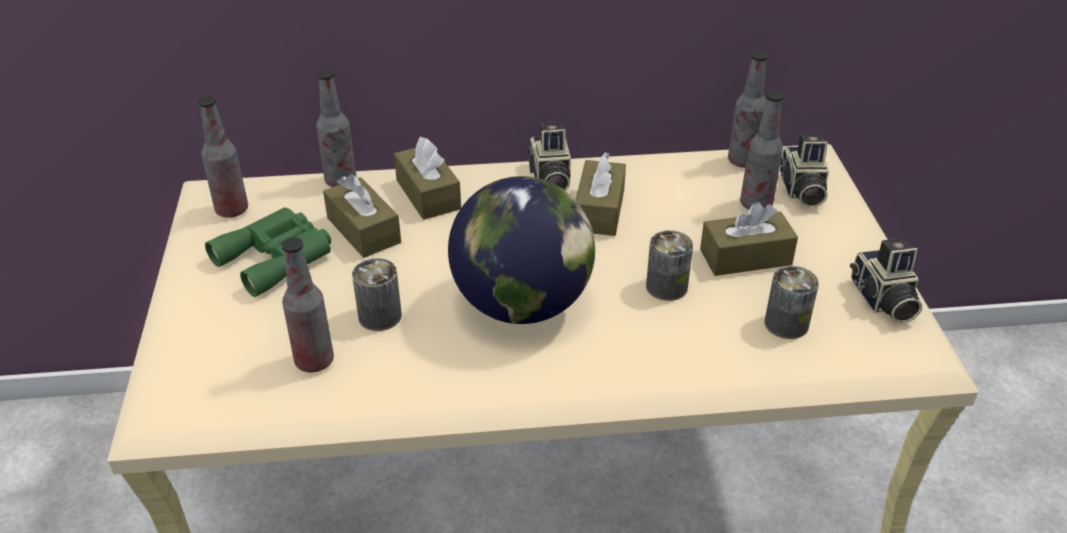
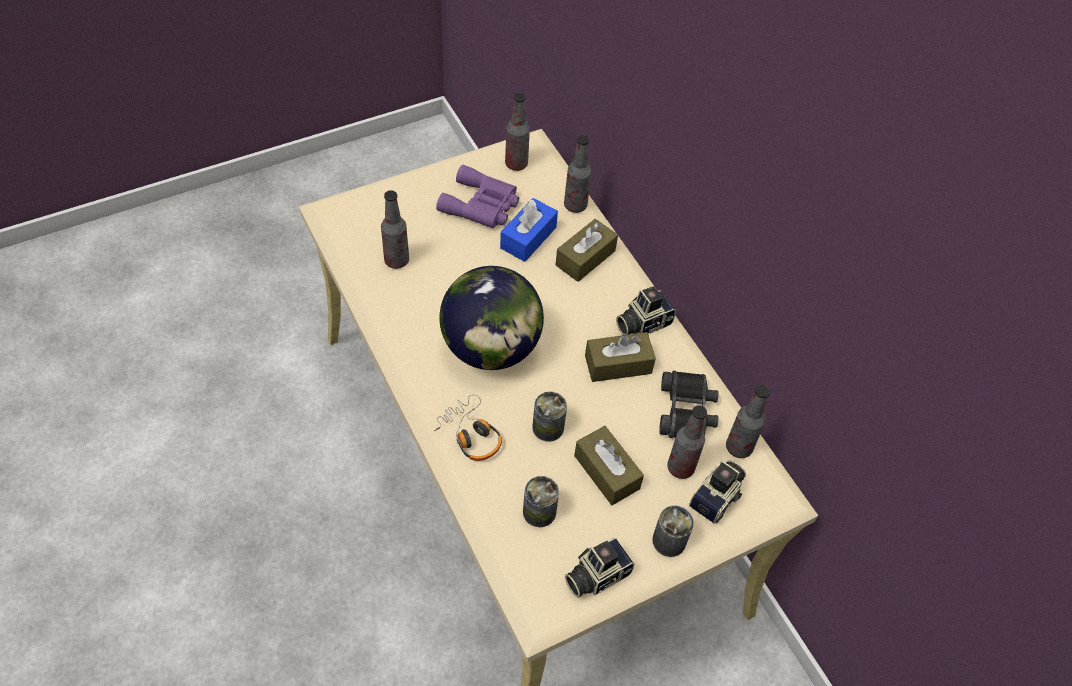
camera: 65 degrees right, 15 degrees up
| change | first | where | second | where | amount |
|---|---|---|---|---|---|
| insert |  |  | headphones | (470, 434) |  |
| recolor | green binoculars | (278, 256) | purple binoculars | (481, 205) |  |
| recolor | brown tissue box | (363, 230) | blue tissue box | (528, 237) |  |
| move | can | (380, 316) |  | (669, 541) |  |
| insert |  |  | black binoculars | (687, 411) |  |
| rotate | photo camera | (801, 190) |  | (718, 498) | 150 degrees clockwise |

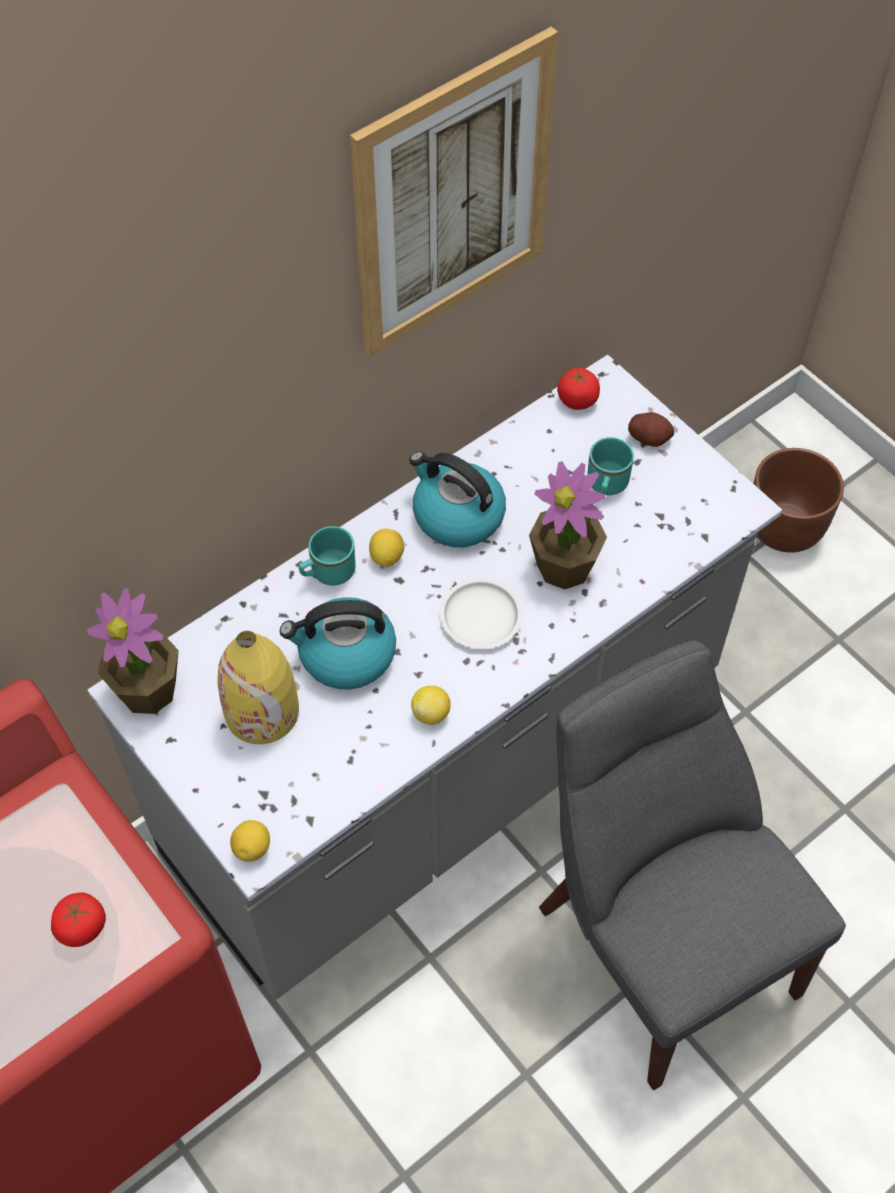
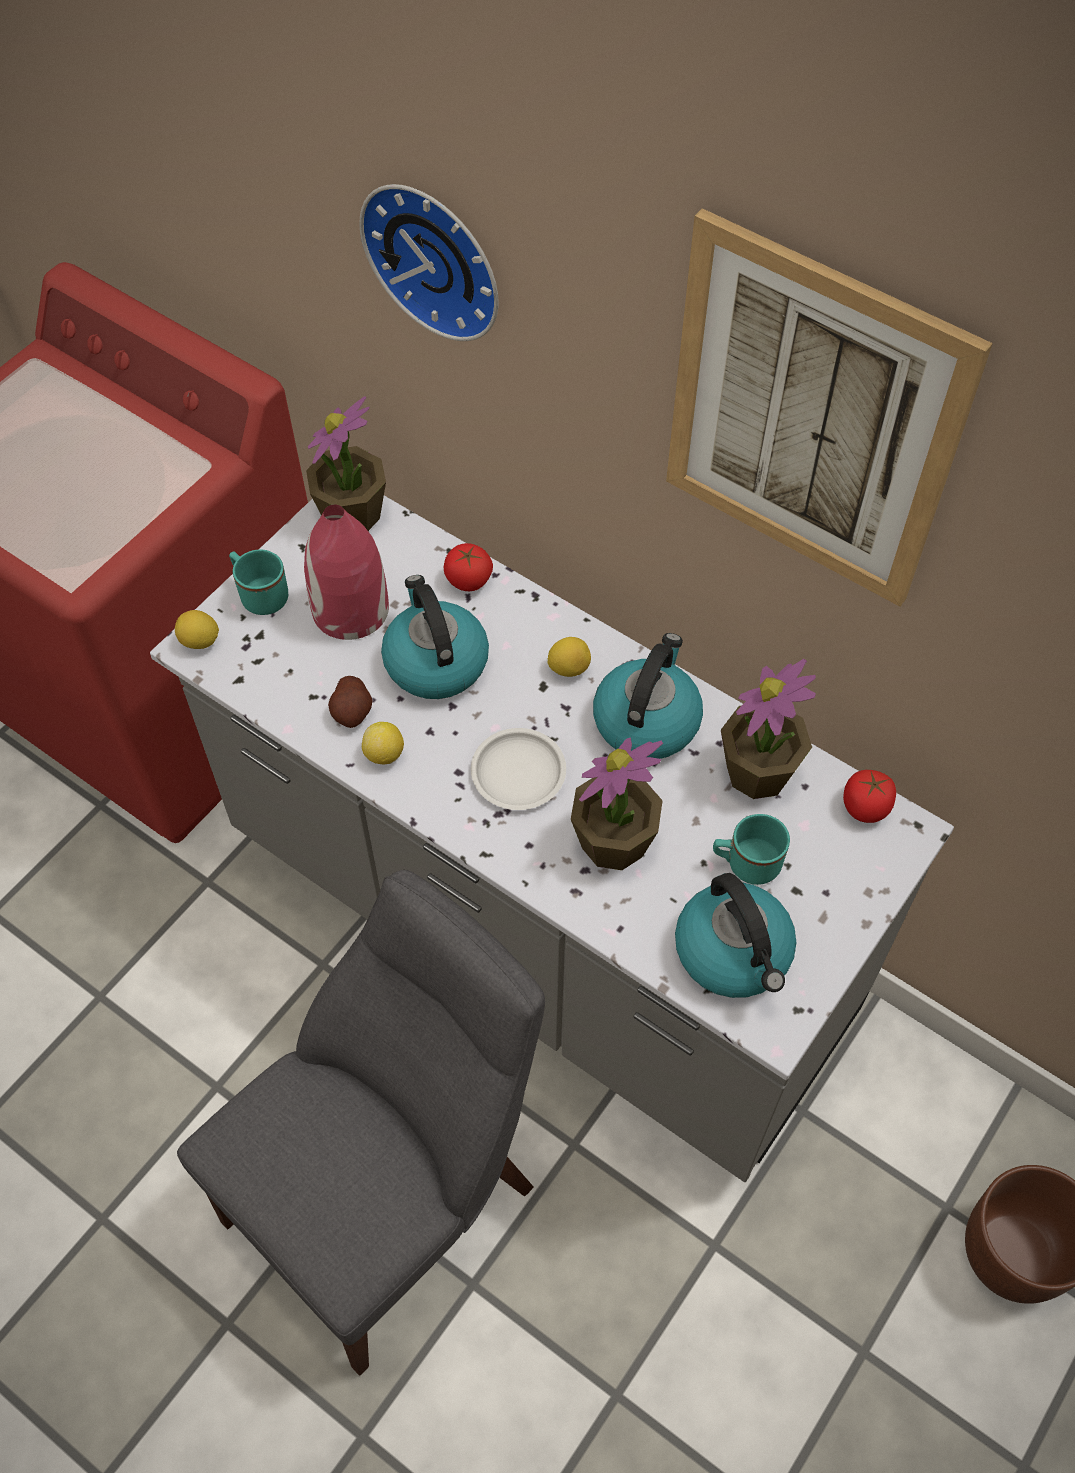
camera: 75 degrees right, 0 degrees up
| change | first | where | second | where | amount |
|---|---|---|---|---|---|
| move | turquoise mug | (327, 573) |  | (260, 594) |  |
| recolor | yellow vase | (262, 712) | red vase | (350, 610) |  |
| move | potato | (649, 437) |  | (352, 711) |  |
| insert |  |  | wall clock | (437, 256) |  |
| move | tomato | (82, 927) |  | (468, 580) |  |
| insert |  |  | kettle | (734, 953) |  |
| insert |  |  | potted plant | (758, 772) |  |

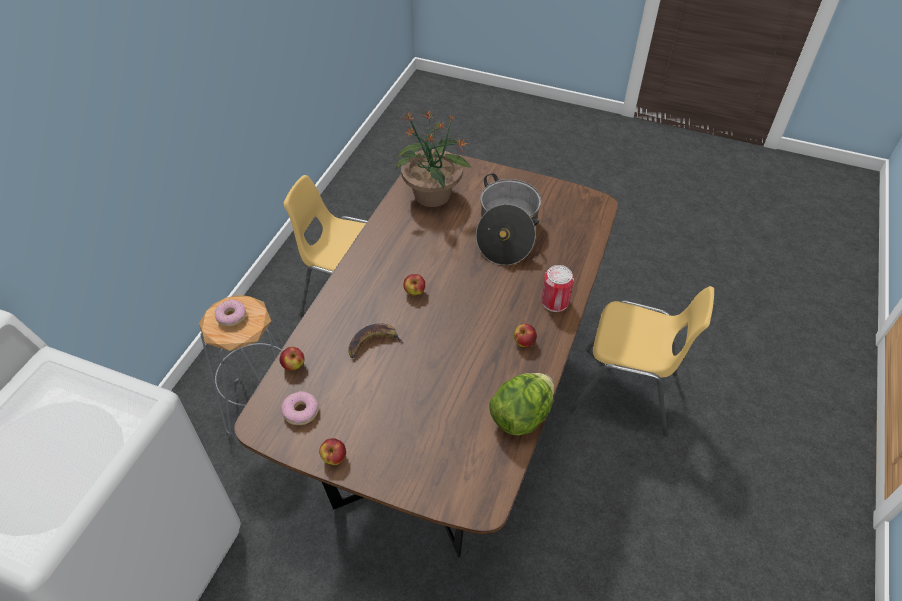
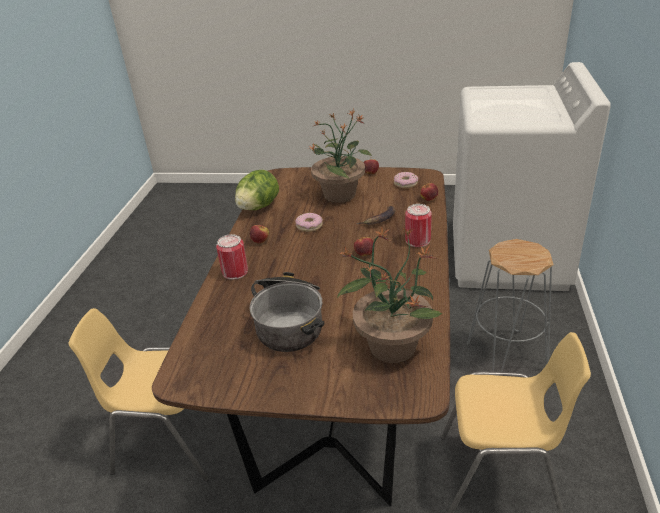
camera: 170 degrees right, 15 degrees down
| change | first | where | second | where | amount |
|---|---|---|---|---|---|
| move | donut | (231, 316) |  | (309, 226) |  |
| insert |  |  | potted plant | (340, 194) |  |
| insert |  |  | can | (417, 240) |  |

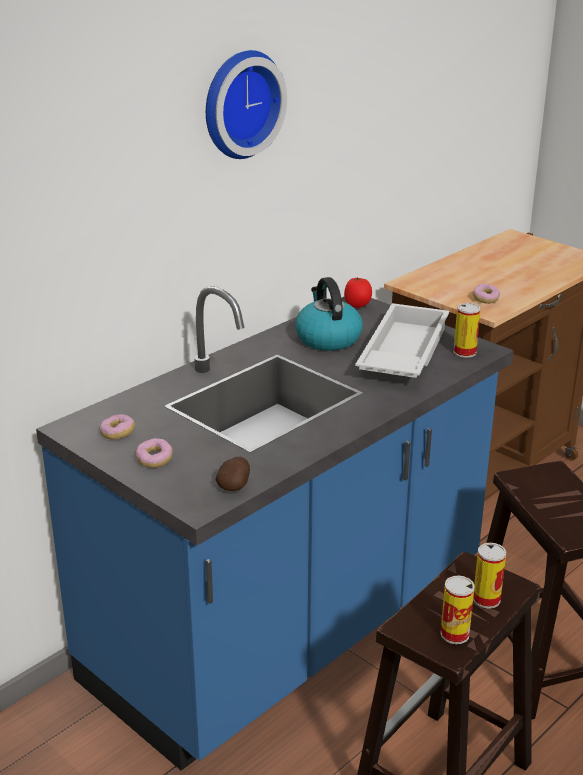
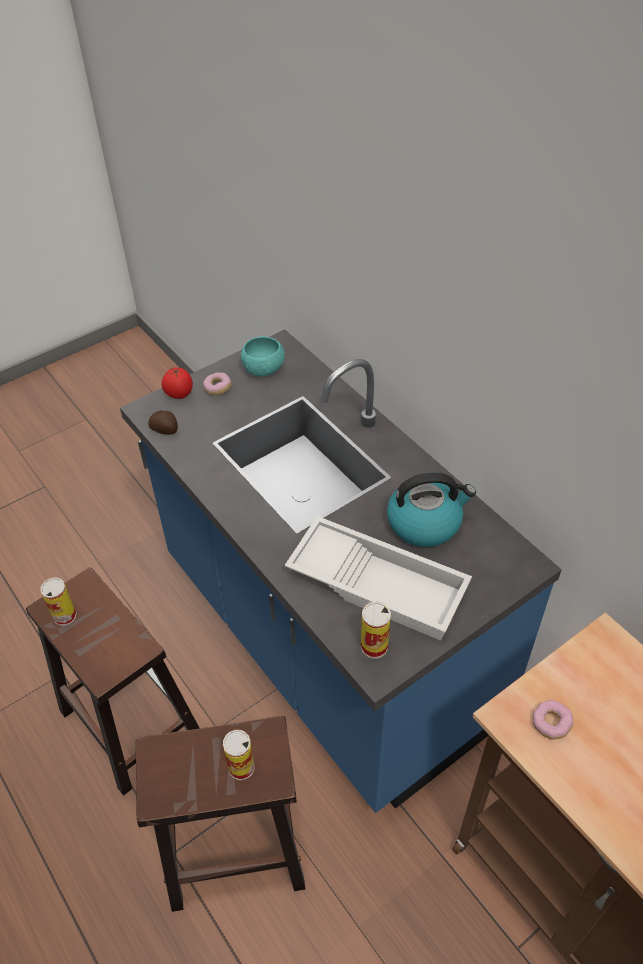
camera: 100 degrees right, 20 degrees up
| change | first | where | second | where | amount |
|---|---|---|---|---|---|
| move | tomato | (357, 306) |  | (179, 394) |  |
| move | can | (486, 599) |  | (241, 767) |  |
| replace | donut | (117, 434) | turquoise bowl | (263, 370) |  |
| delete | wall clock | (239, 103) |  |  |  |

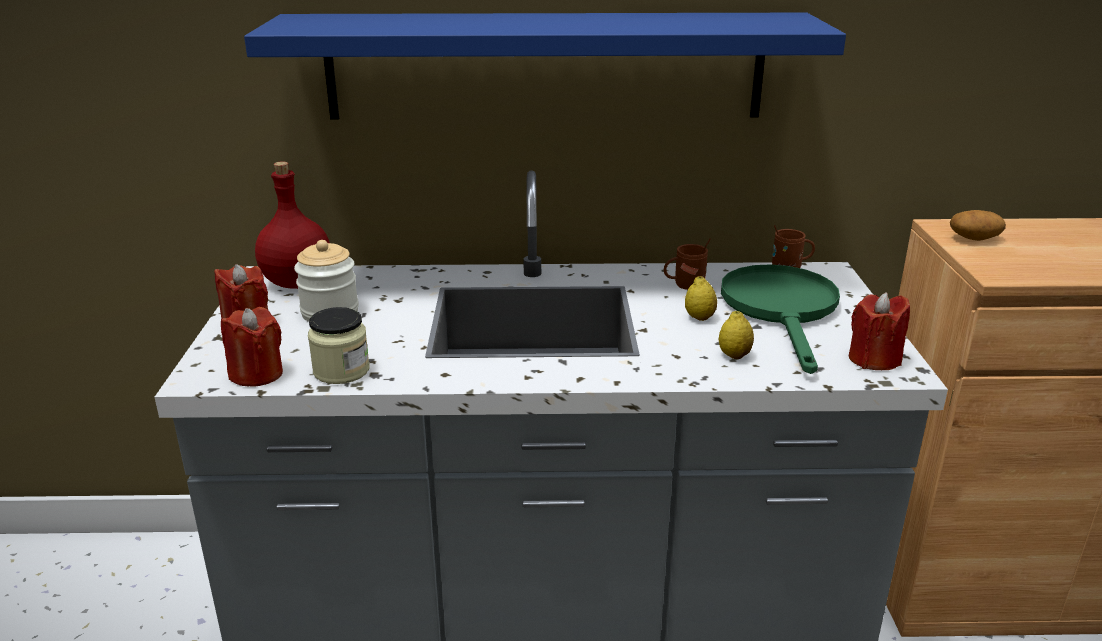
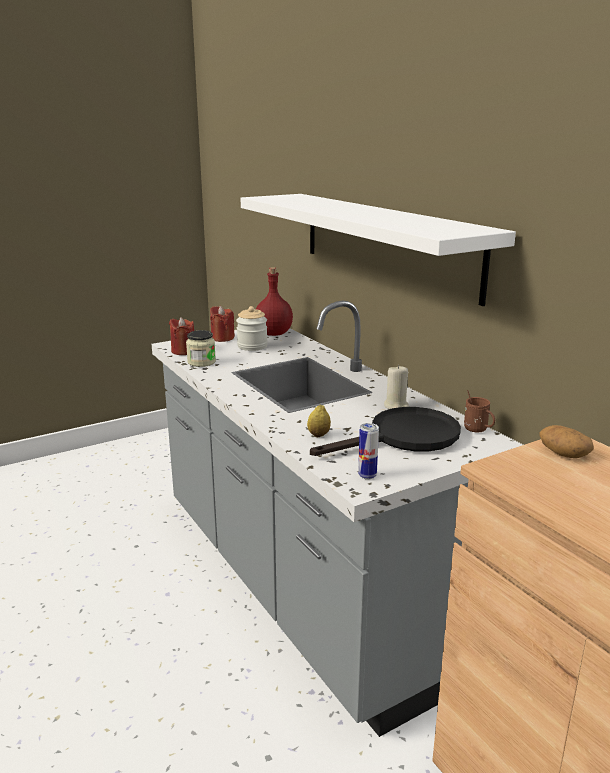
camera: 60 degrees right, 5 degrees down
| change | first | where | second | where | amount |
|---|---|---|---|---|---|
| recolor | blue shelf | (545, 66) | white shelf | (385, 242) |  |
| recolor | green frying pan | (782, 310) | black frying pan | (404, 438) |  |
| replace | red candle | (873, 359) | can | (367, 476) |  |
| replace | brown mug | (684, 286) | beige candle | (396, 406) |  |
| delete | lemon | (699, 318) |  |  |  |

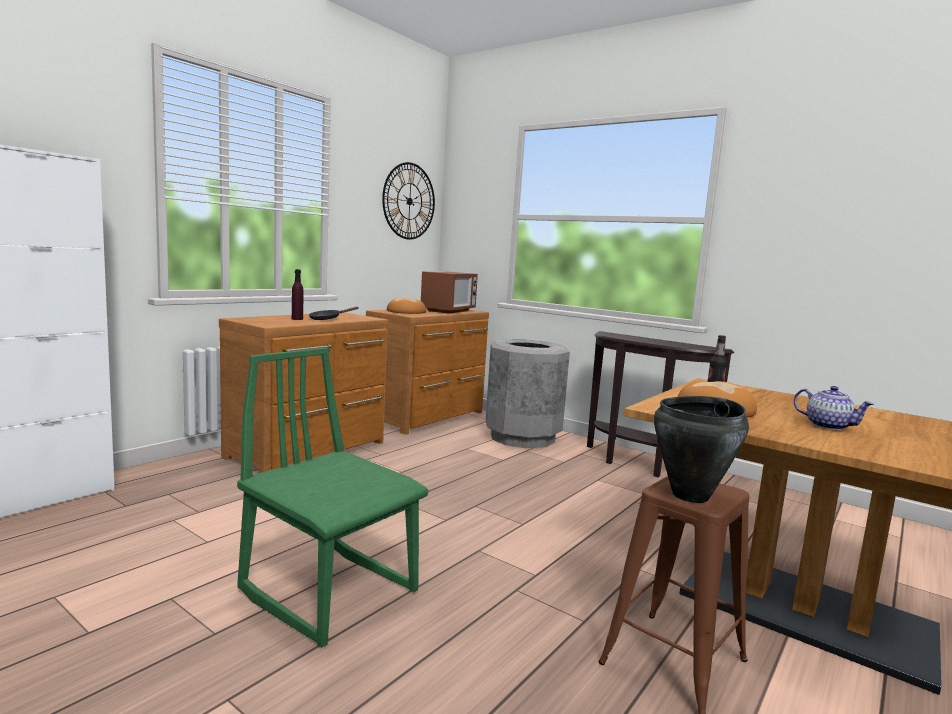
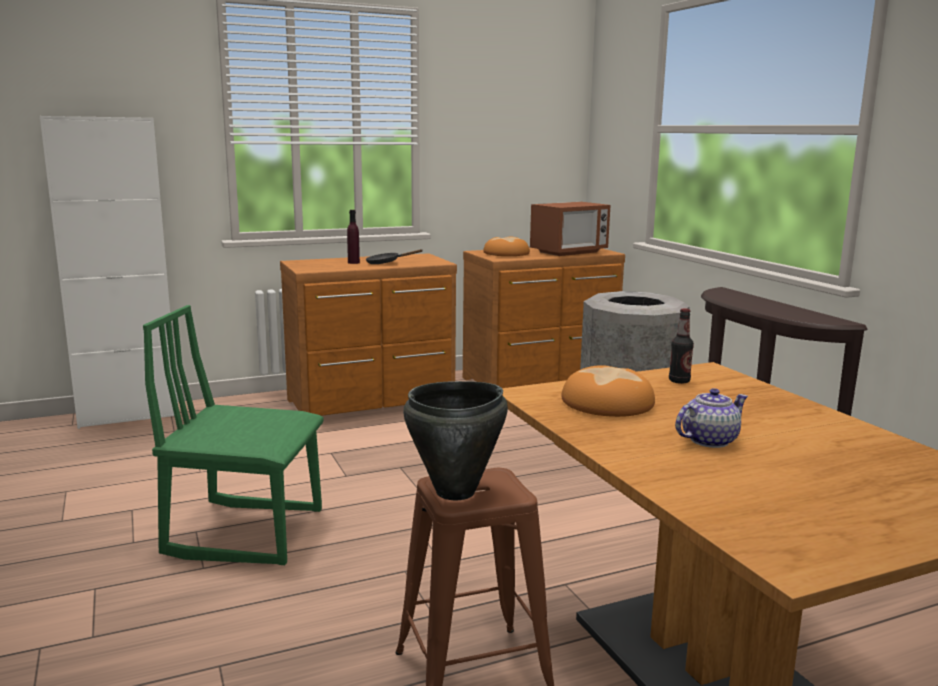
camera: 30 degrees right, 5 degrees up
| change | first | where | second | where | amount |
|---|---|---|---|---|---|
| rotate | green chair | (330, 590) |  | (246, 531) | 60 degrees counterclockwise |
| rotate | teapot | (827, 426) |  | (708, 440) | 105 degrees counterclockwise |
| delete | wall clock | (409, 201) |  |  |  |

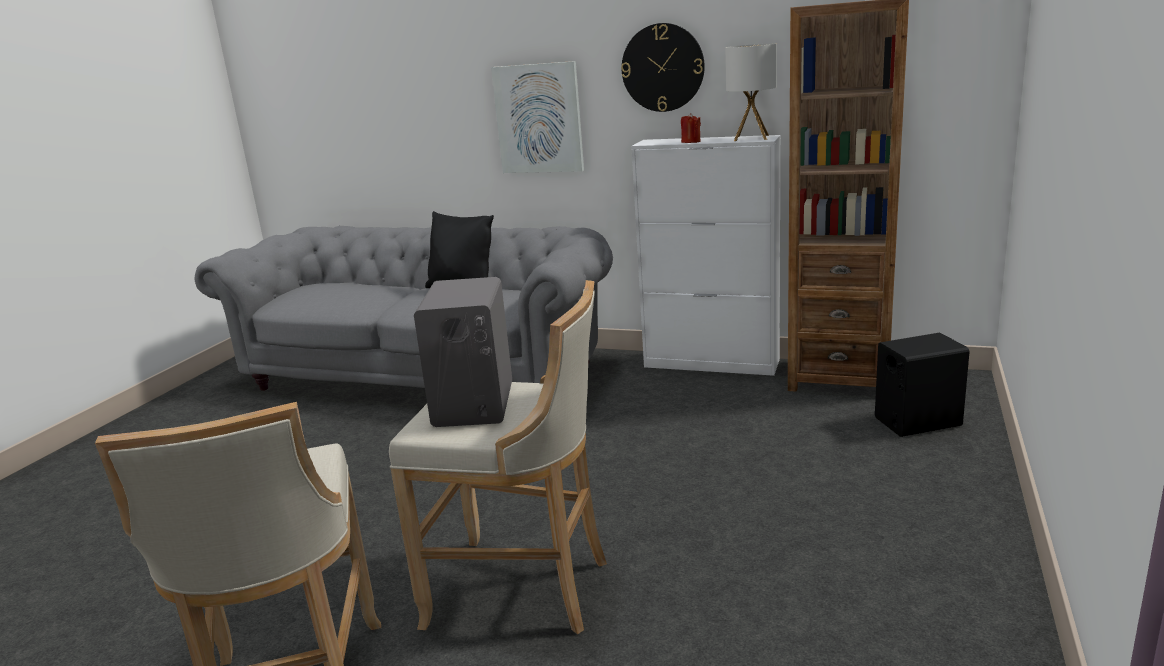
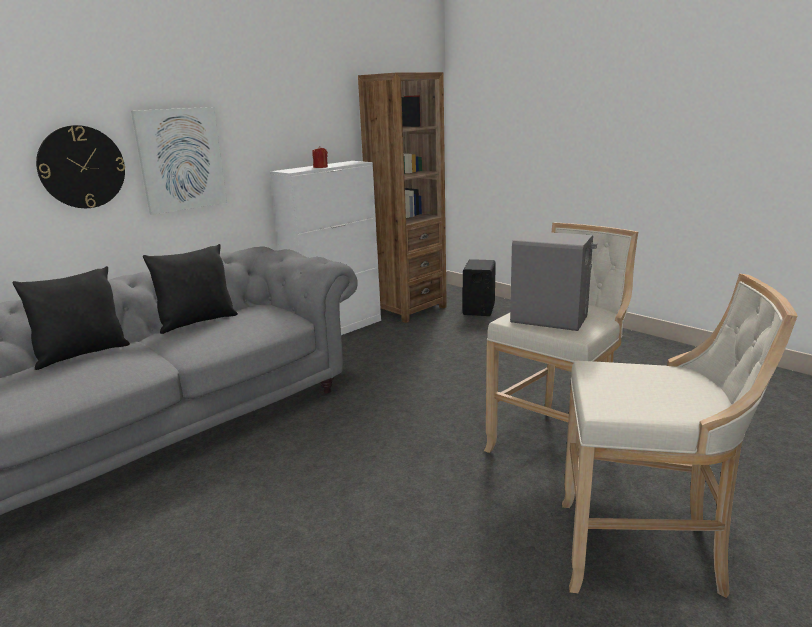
camera: 65 degrees left, 0 degrees up
| change | first | where | second | where | amount |
|---|---|---|---|---|---|
| insert |  |  | black pillow | (82, 354) |  |
| move | wall clock | (662, 68) |  | (82, 167) |  |
| delete | table lamp | (751, 138) |  |  |  |

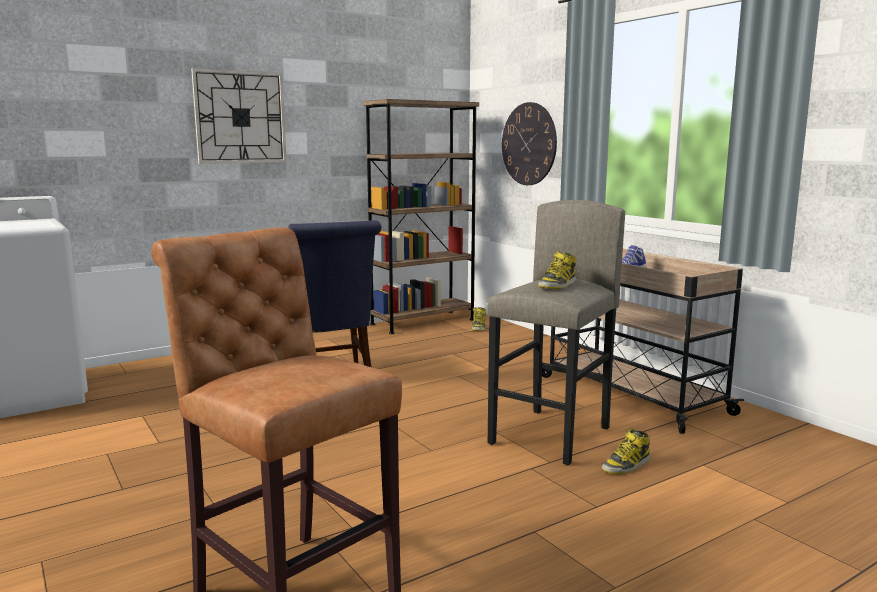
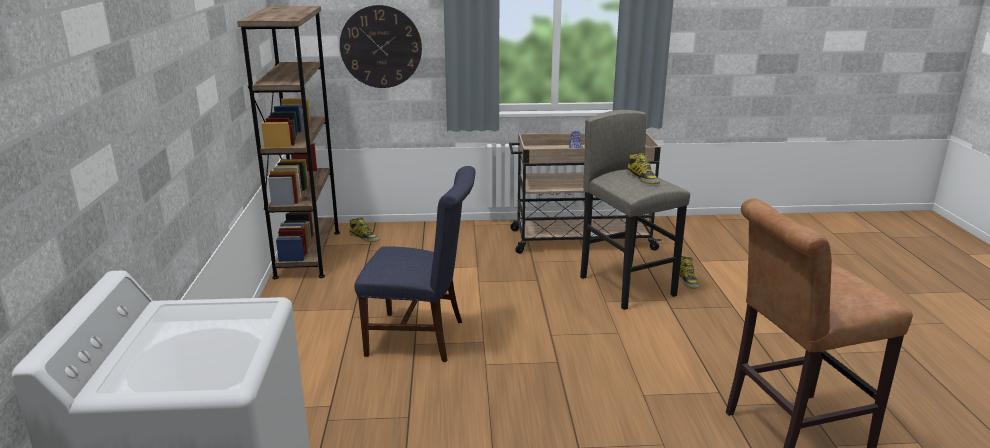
camera: 60 degrees left, 10 degrees up
| change | first | where | second | where | amount |
|---|---|---|---|---|---|
| delete | wall clock | (240, 117) |  |  |  |

